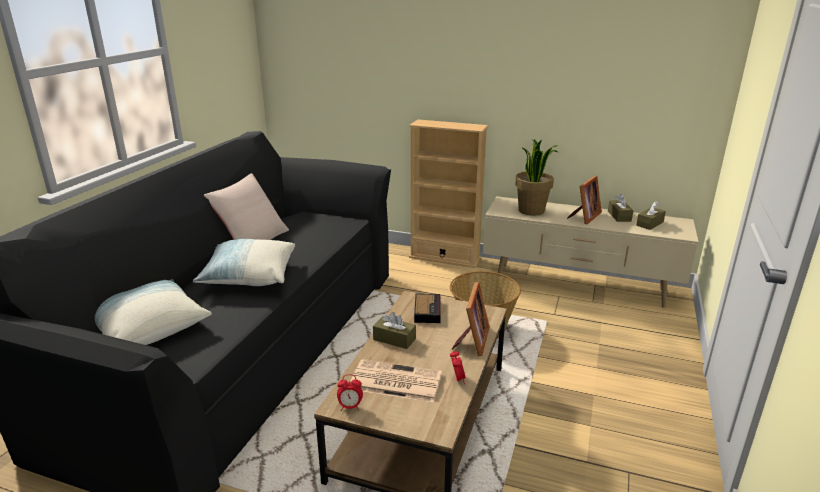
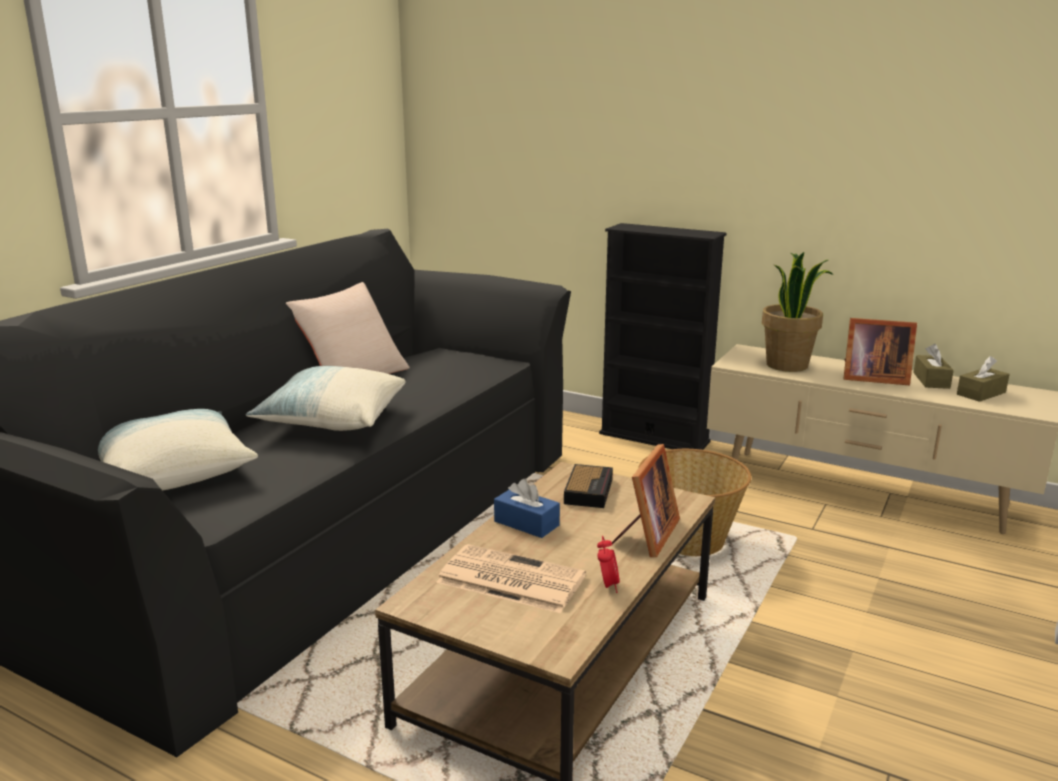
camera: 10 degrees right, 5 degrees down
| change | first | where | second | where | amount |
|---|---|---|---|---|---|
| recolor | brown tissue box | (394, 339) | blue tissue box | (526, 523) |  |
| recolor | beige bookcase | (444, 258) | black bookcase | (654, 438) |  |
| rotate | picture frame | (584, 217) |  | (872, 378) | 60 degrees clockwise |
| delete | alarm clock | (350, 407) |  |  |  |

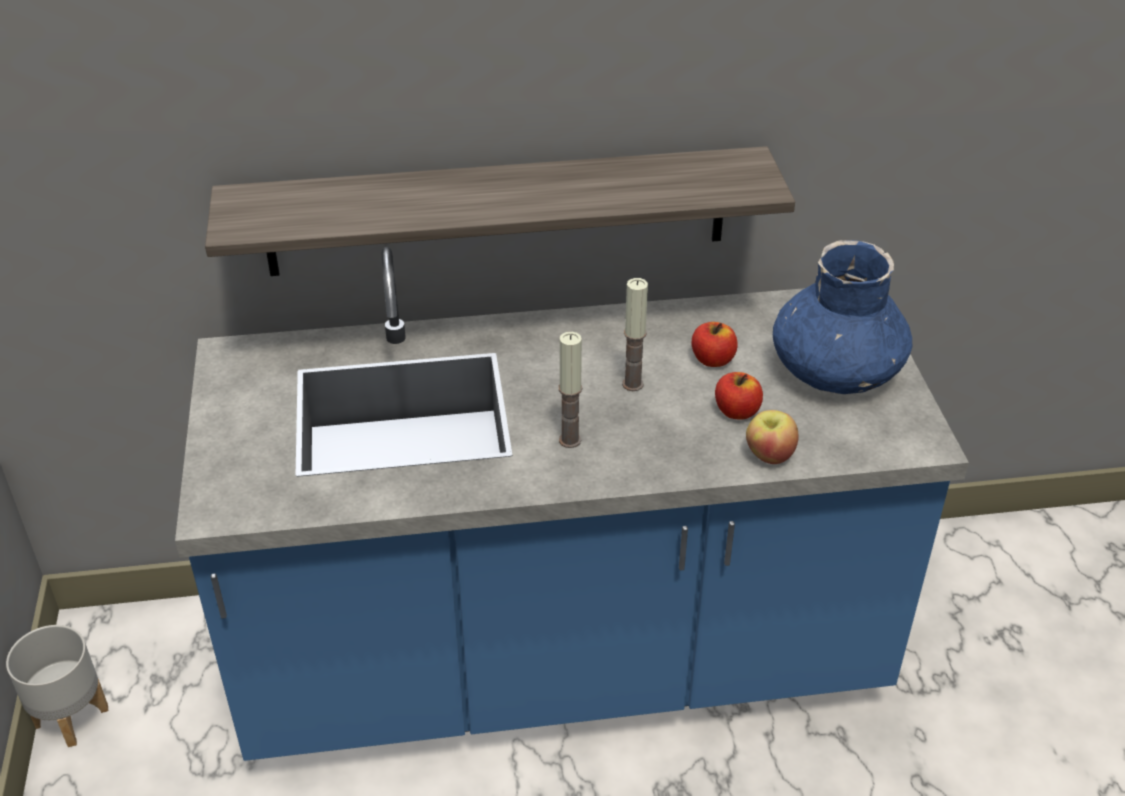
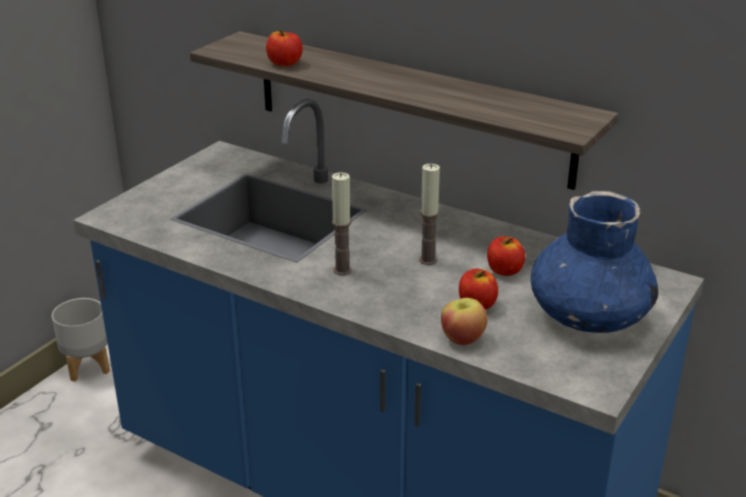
camera: 40 degrees right, 10 degrees down
| change | first | where | second | where | amount |
|---|---|---|---|---|---|
| insert |  |  | apple | (285, 63) |  |

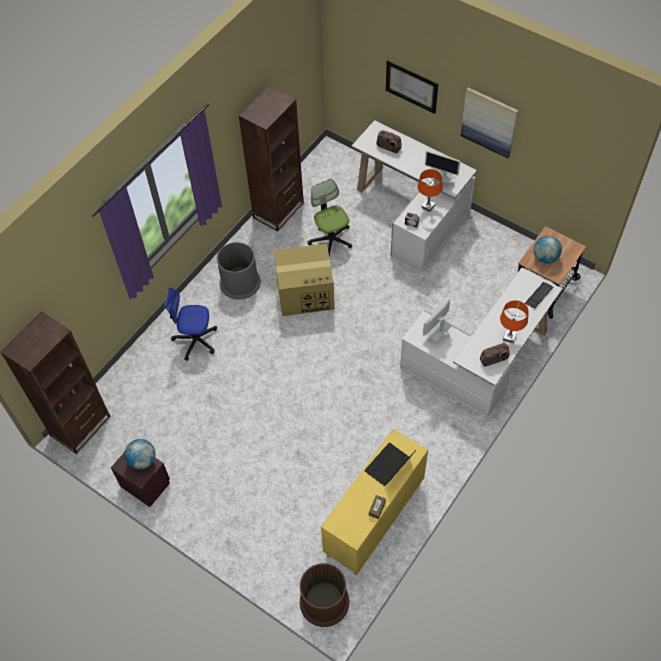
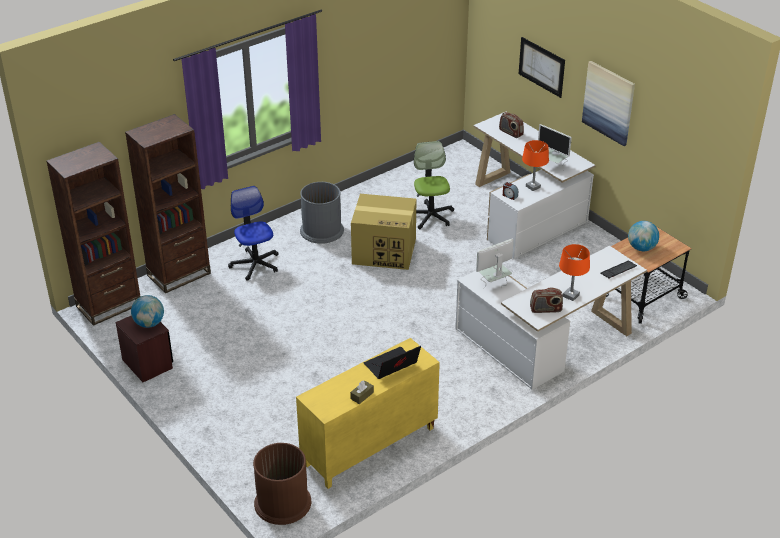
camera: 15 degrees right, 20 degrees down
| change | first | where | second | where | amount |
|---|---|---|---|---|---|
| move | brown bookcase | (278, 210) |  | (179, 274) |  |
| rotate | office chair | (195, 340) |  | (255, 264) | 45 degrees clockwise |

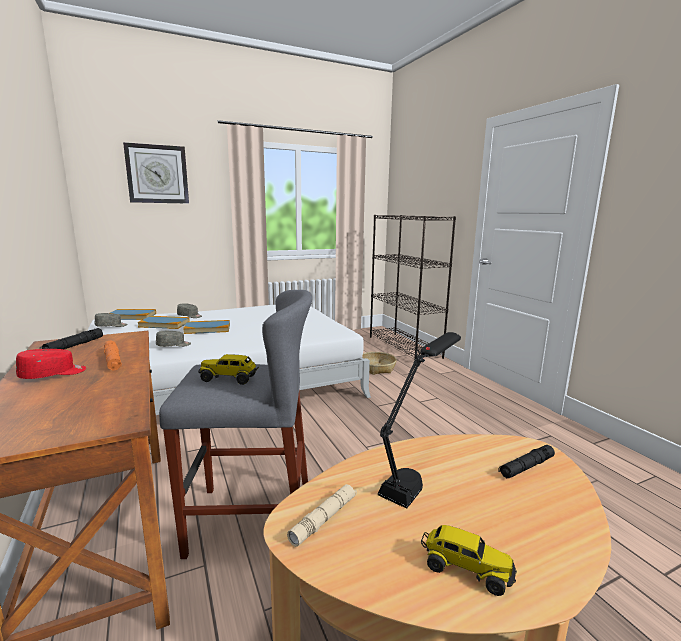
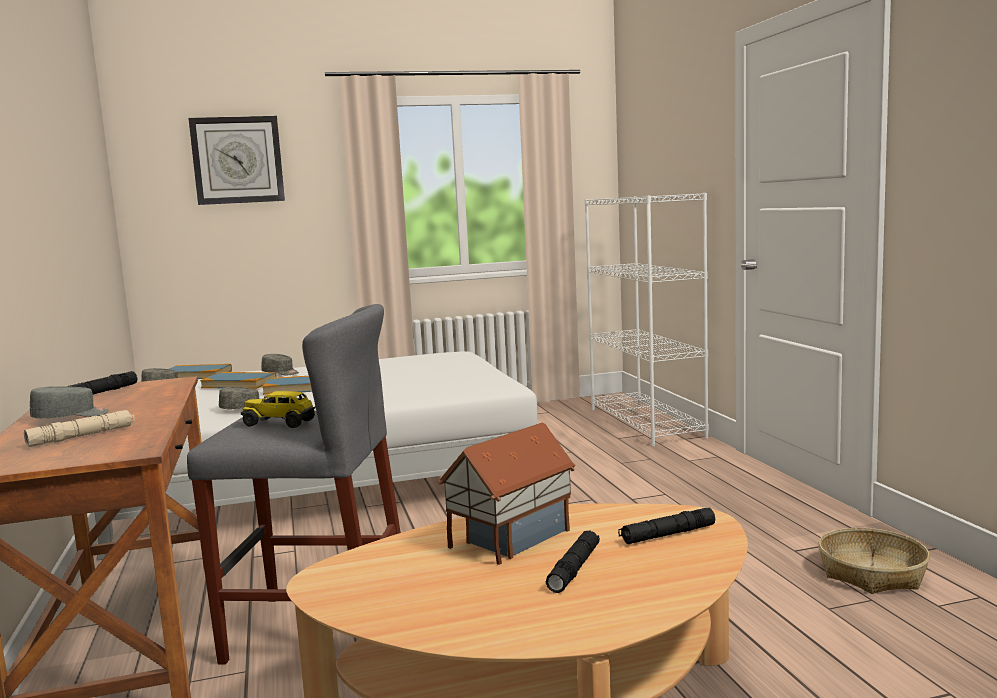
camera: 10 degrees right, 5 degrees down
| change | first | where | second | where | amount |
|---|---|---|---|---|---|
| move | beige flashlight | (324, 519) |  | (82, 436) |  |
| recolor | red cap | (53, 374) | grey cap | (71, 417) |  |
| replace | black table lamp | (416, 472) | toy house | (509, 538) |  |
| insert |  |  | black flashlight | (574, 569) |  |
| recolor | black bookcase | (404, 347) | white bookcase | (646, 423) |  |
| move | basket | (376, 368) |  | (872, 573) |  |
| delete | orange flashlight | (113, 360) |  |  |  |
| delete | toy truck | (465, 569) |  |  |  |

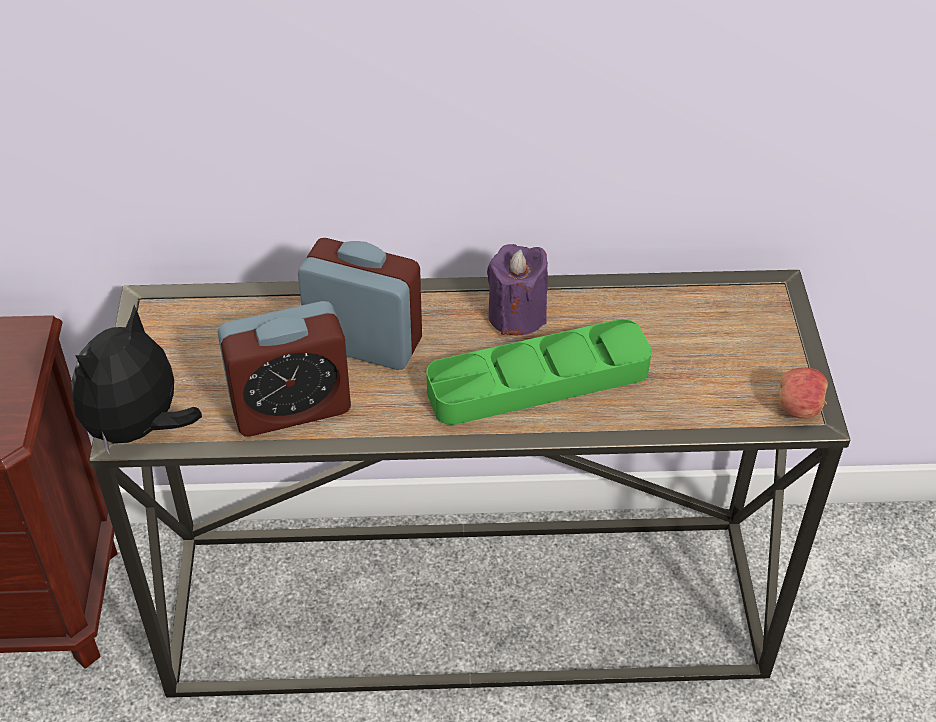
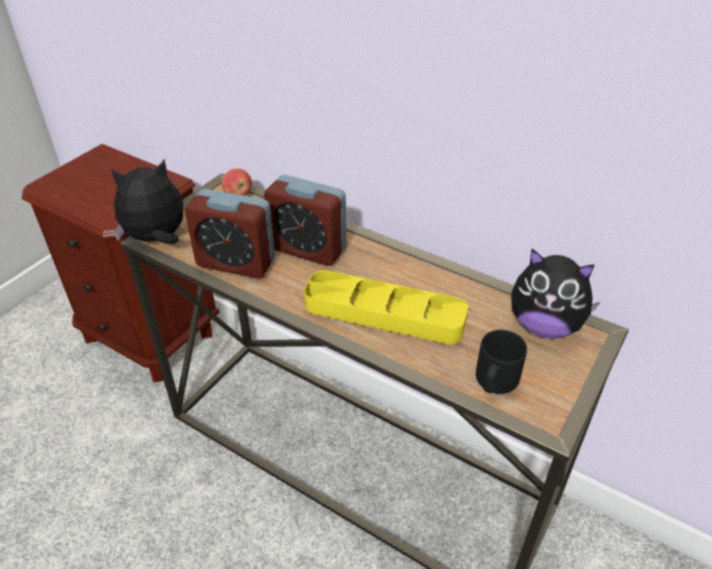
camera: 35 degrees right, 5 degrees down
| change | first | where | second | where | amount |
|---|---|---|---|---|---|
| move | apple | (799, 408) |  | (238, 194) |  |
| rotate | alarm clock | (364, 342) |  | (308, 249) | 150 degrees clockwise |
| recolor | green tray | (538, 381) | yellow tray | (384, 313) |  |
| insert |  |  | black mug | (494, 382) |  |
| insert |  |  | plush toy | (544, 326) |  |
| delete | purple candle | (517, 316) |  |  |  |

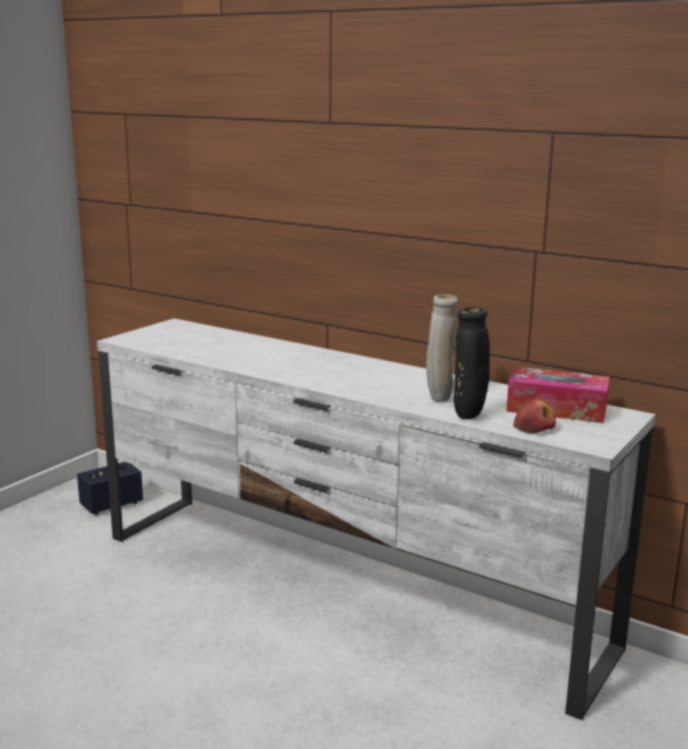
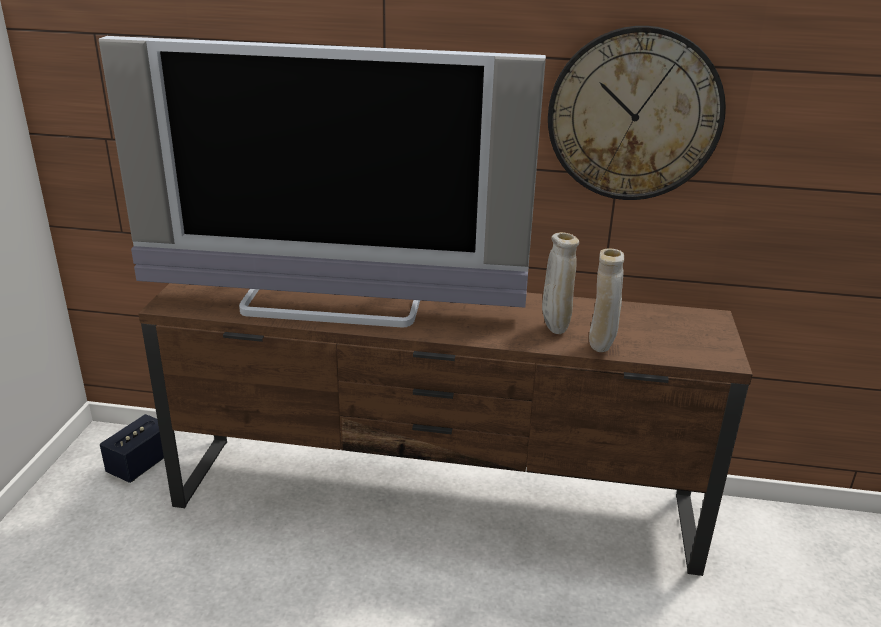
camera: 25 degrees left, 10 degrees up
| change | first | where | second | where | amount |
|---|---|---|---|---|---|
| insert |  |  | television | (333, 305) |  |
| recolor | white tv stand | (344, 590) | brown tv stand | (437, 503) |  |
| insert |  |  | wall clock | (634, 115) |  |
| recolor | black vase | (469, 417) | beige vase | (601, 348) |  |
| delete | tissue box | (556, 409) |  |  |  |
| delete | apple | (534, 428) |  |  |  |

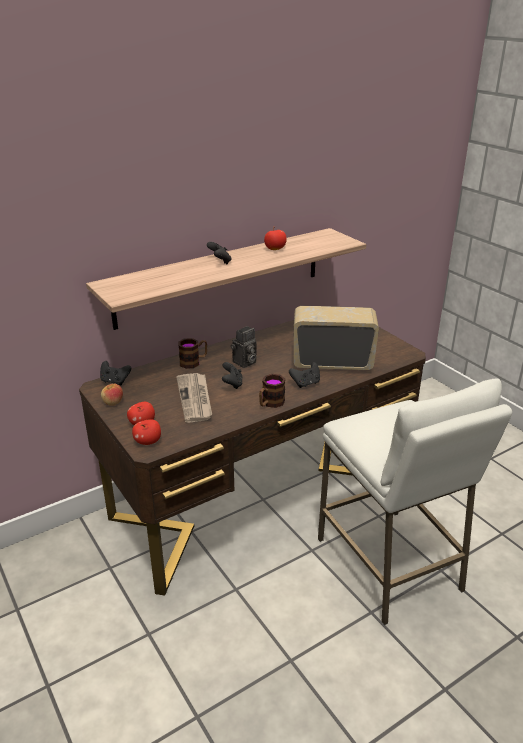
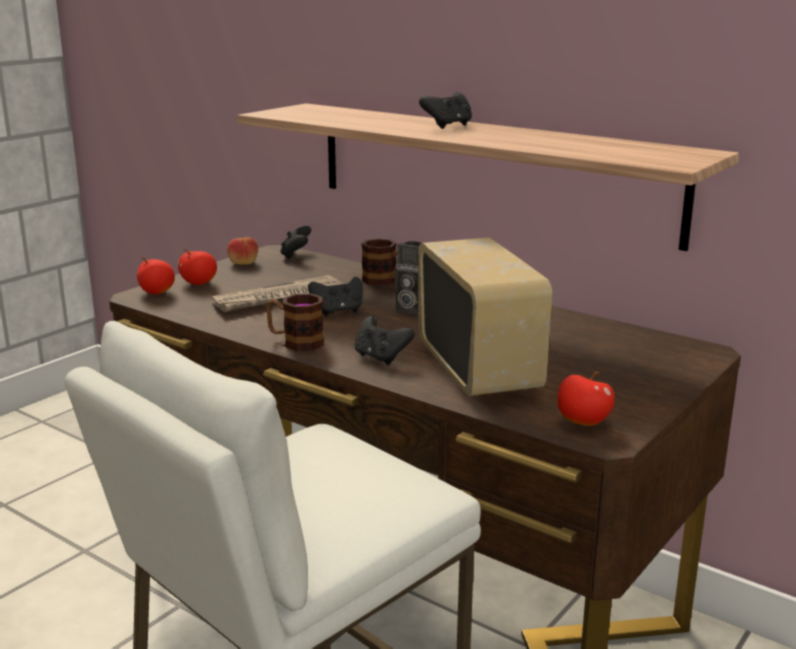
camera: 70 degrees right, 10 degrees down
| change | first | where | second | where | amount |
|---|---|---|---|---|---|
| move | apple | (275, 249) |  | (582, 422) |  |

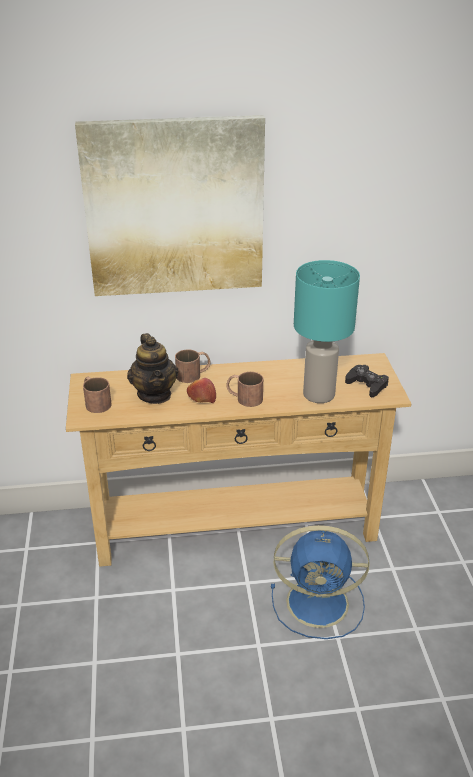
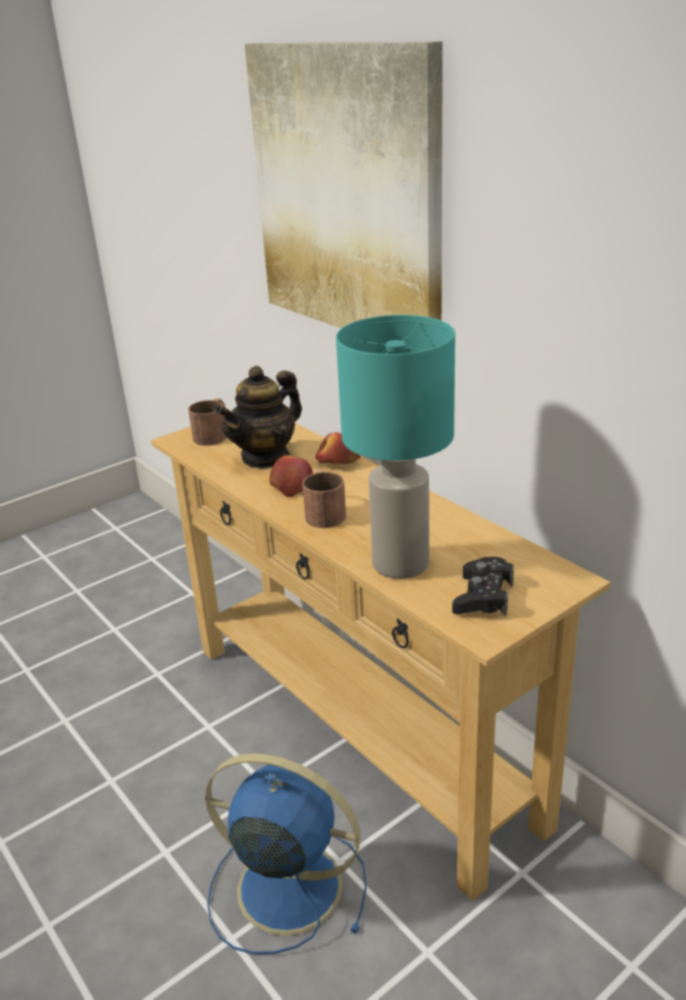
camera: 60 degrees right, 5 degrees down
| change | first | where | second | where | amount |
|---|---|---|---|---|---|
| rotate | blue fan | (320, 603) |  | (285, 886) | 135 degrees clockwise |
| replace | brown mug | (193, 374) | apple | (338, 462) |  |

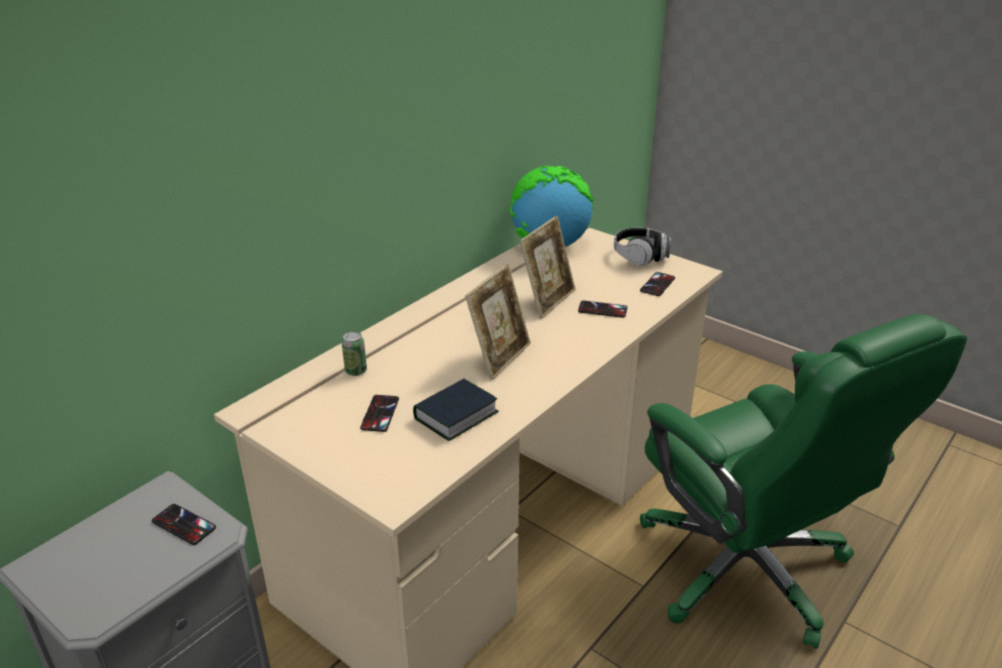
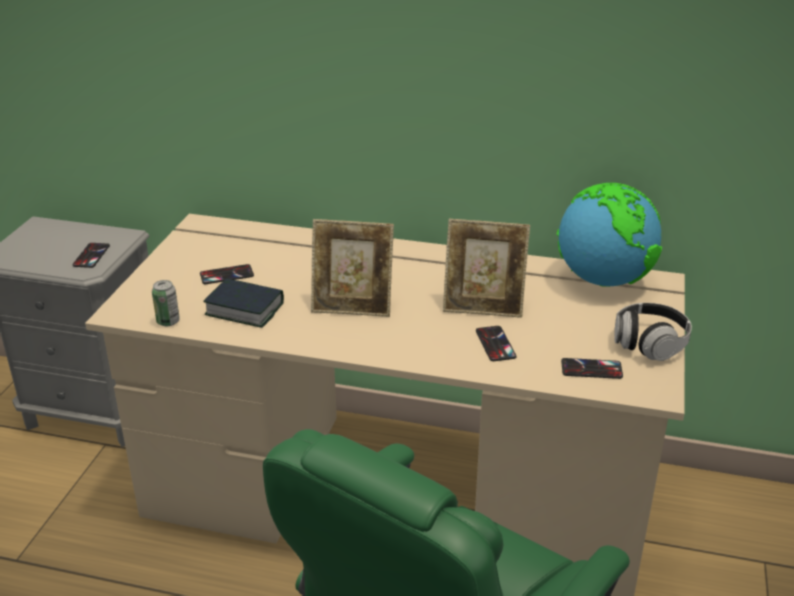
camera: 65 degrees right, 0 degrees up
| change | first | where | second | where | amount |
|---|---|---|---|---|---|
| move | can | (356, 371) |  | (168, 321) |  |

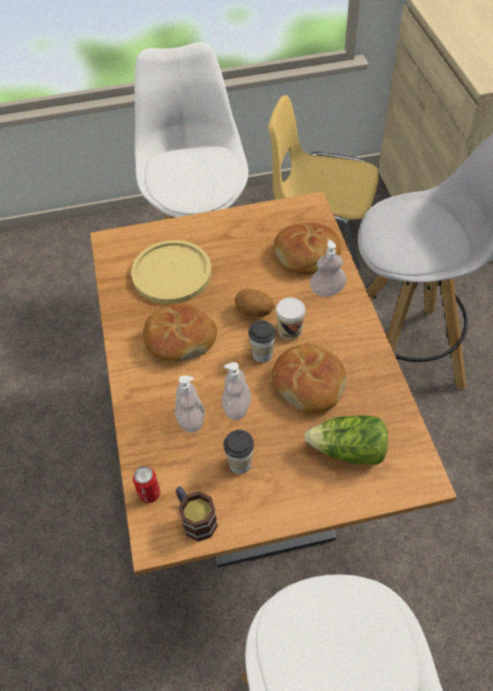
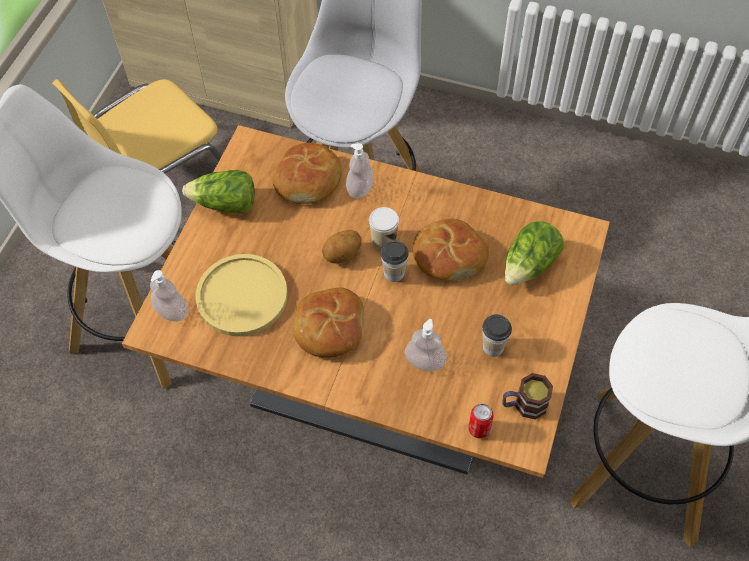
camera: 60 degrees left, 5 degrees up
| change | first | where | second | where | amount |
|---|---|---|---|---|---|
| move | soap dispenser | (236, 407) |  | (172, 311) |  |
| insert |  |  | lettuce | (225, 204) |  |

